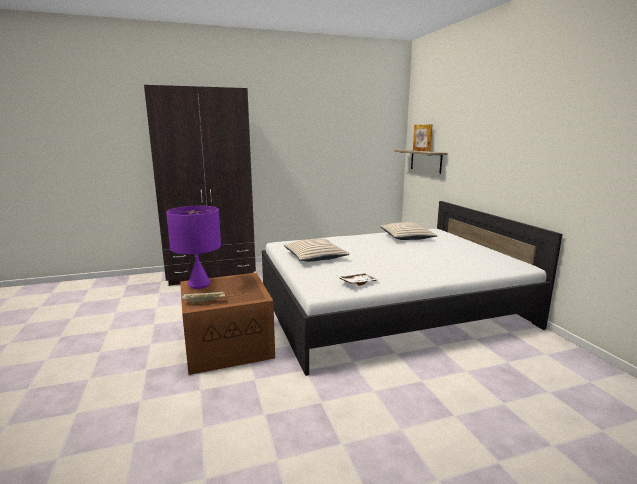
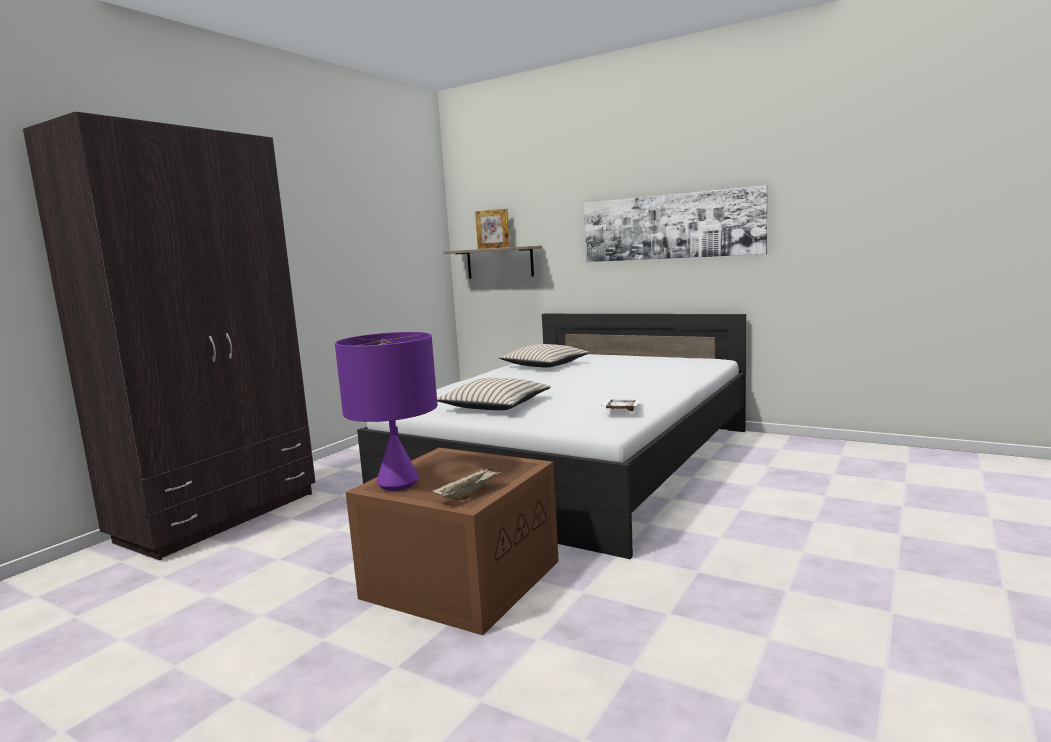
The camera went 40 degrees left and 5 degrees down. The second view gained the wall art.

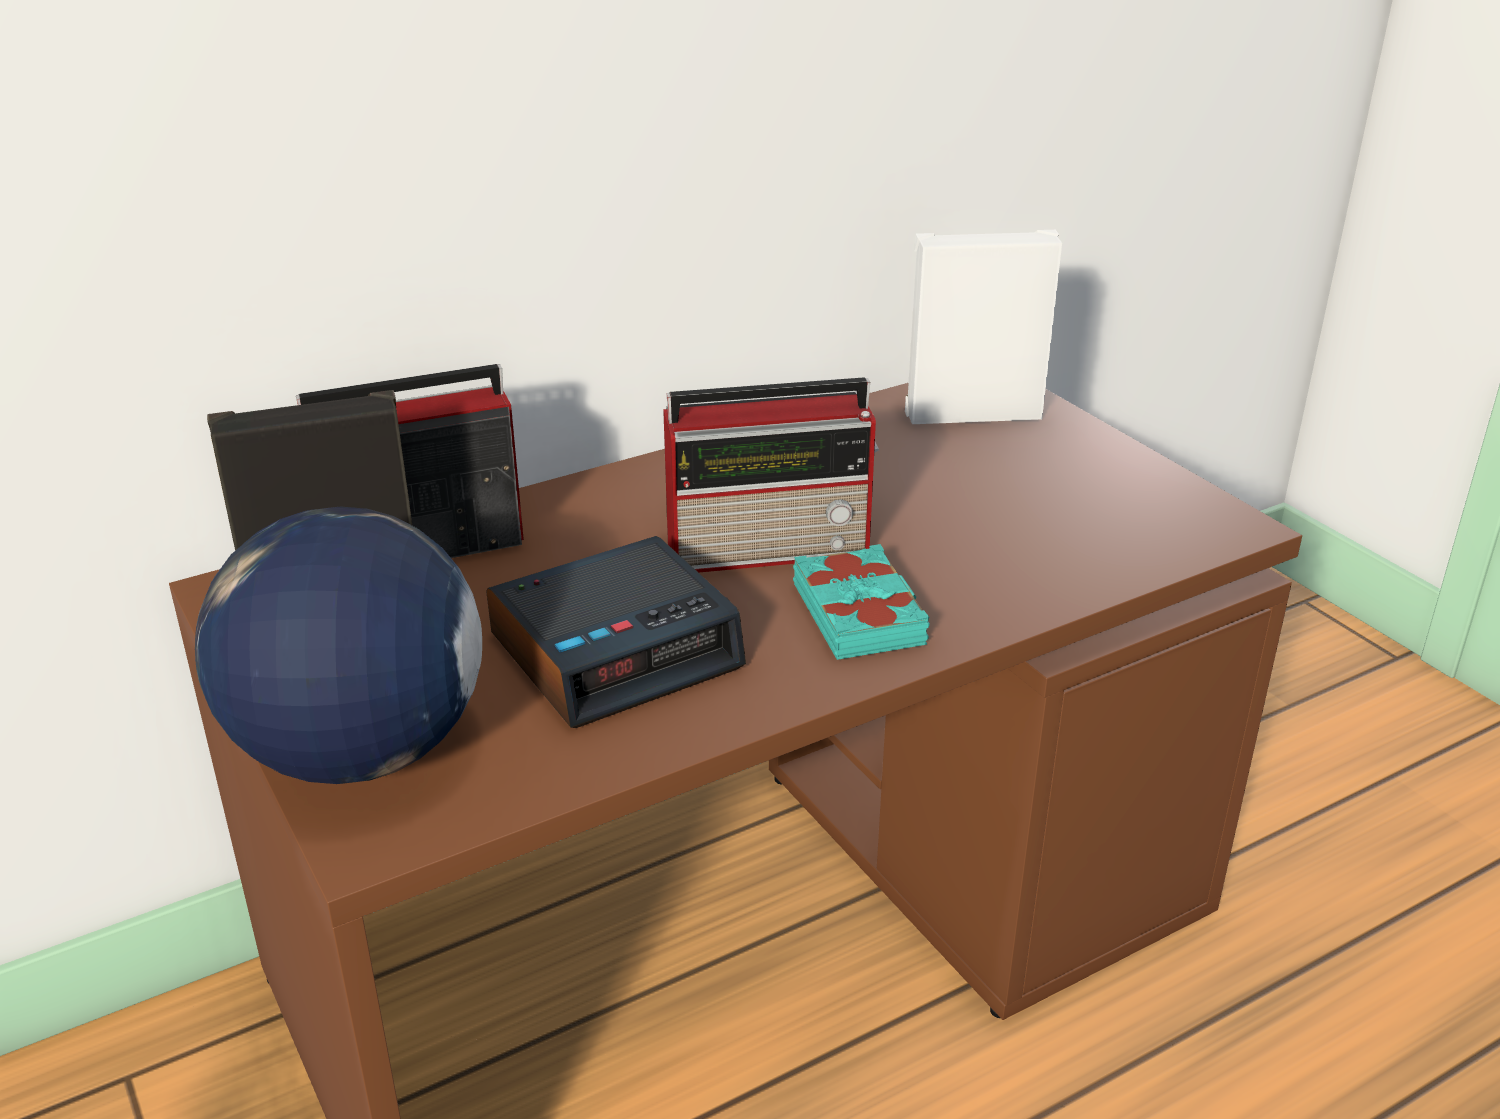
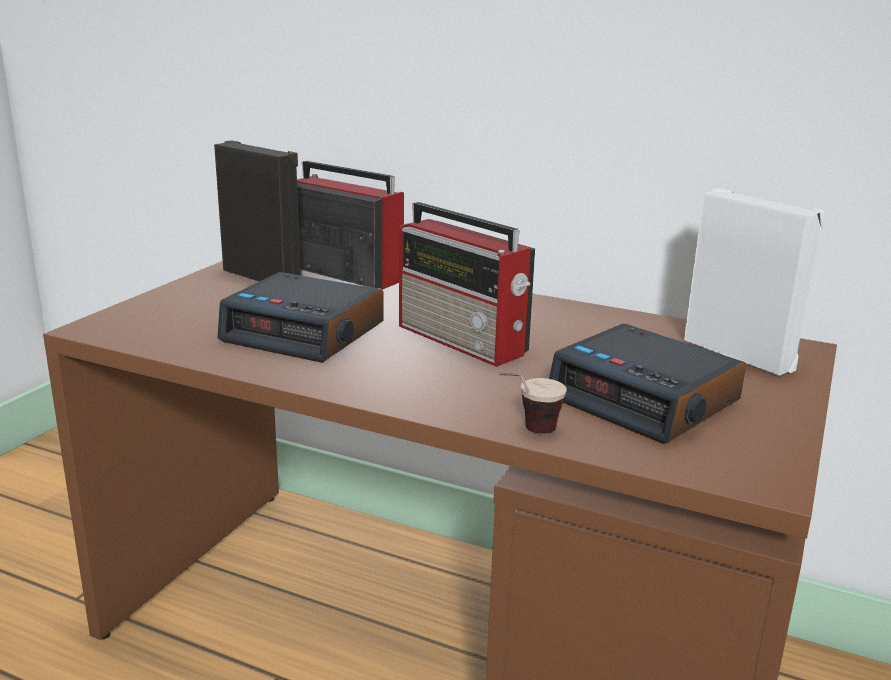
The camera went 55 degrees right and 10 degrees down. The second view lost the globe. The second view lost the turquoise-coloured volume. The second view gained the table clock (no. 2 from left). The second view gained the small cup.

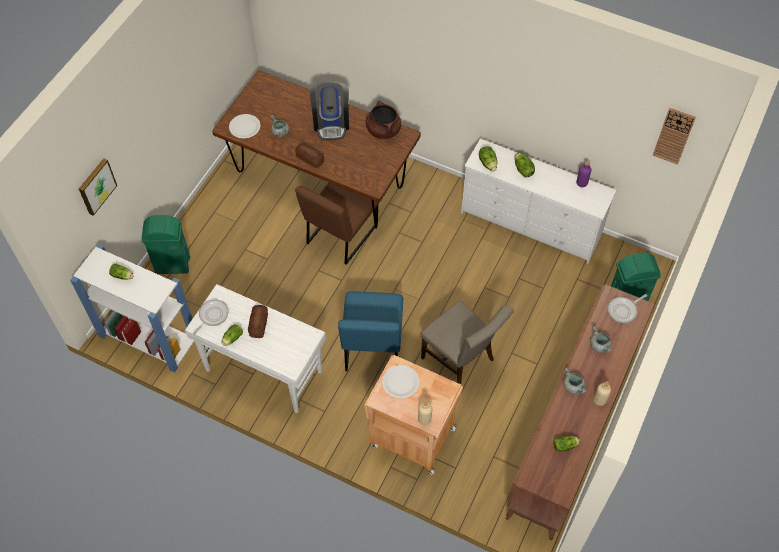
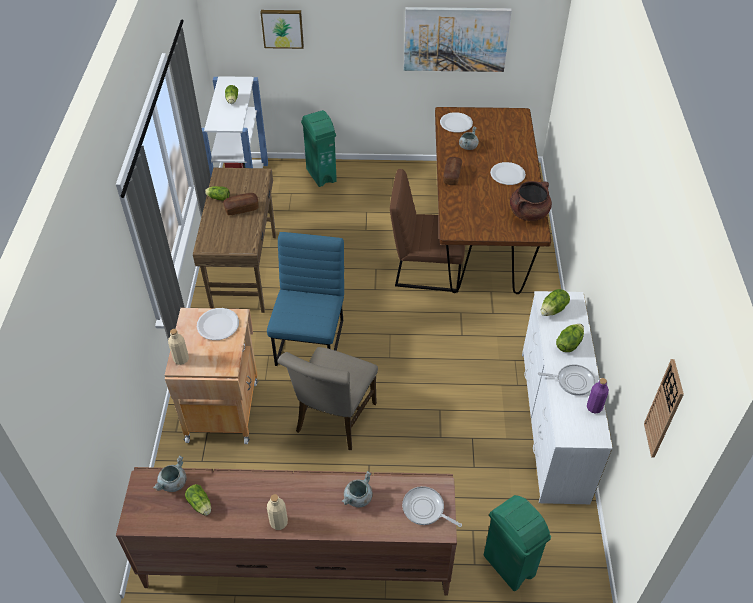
The camera went 65 degrees right and 10 degrees down. Where the coffee maker stood, the whitish flat dish (no. 3 from left) came to stand. What was the whitish console table turned into the brown console table. The bluish plain chair ended up facing another way, 120 degrees clockwise from before. The skillet (no. 1 from left in the first image) ended up elsewhere. The greyish saucepot (no. 2 from left in the first image) ended up elsewhere. The second view gained the wall art (no. 2 from left).

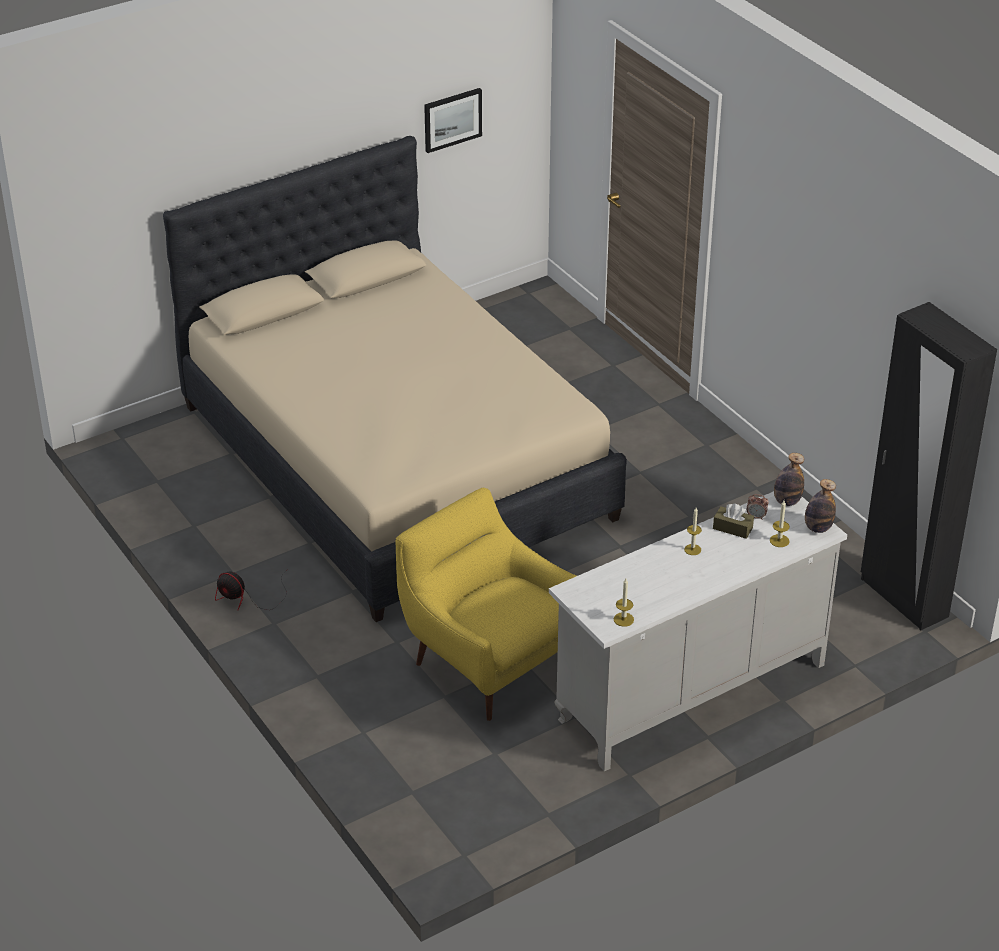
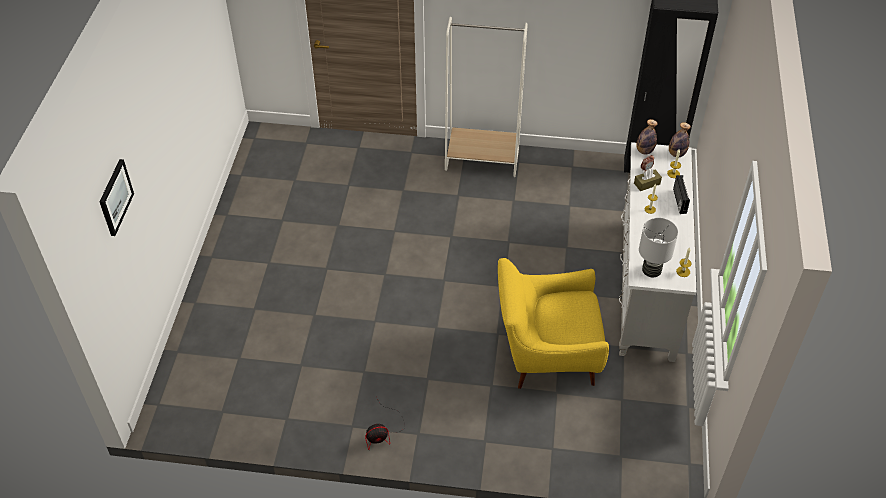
The camera went 50 degrees left and 10 degrees up. The wall art ended up elsewhere. The second view lost the sand-coloured bedroom bed. The second view gained the clothes rack. The second view gained the radio set. The second view gained the greyish tabletop lamp.

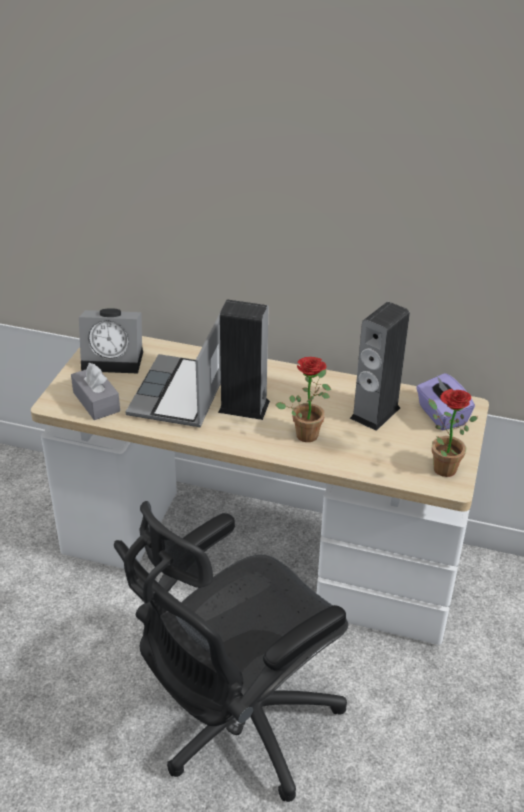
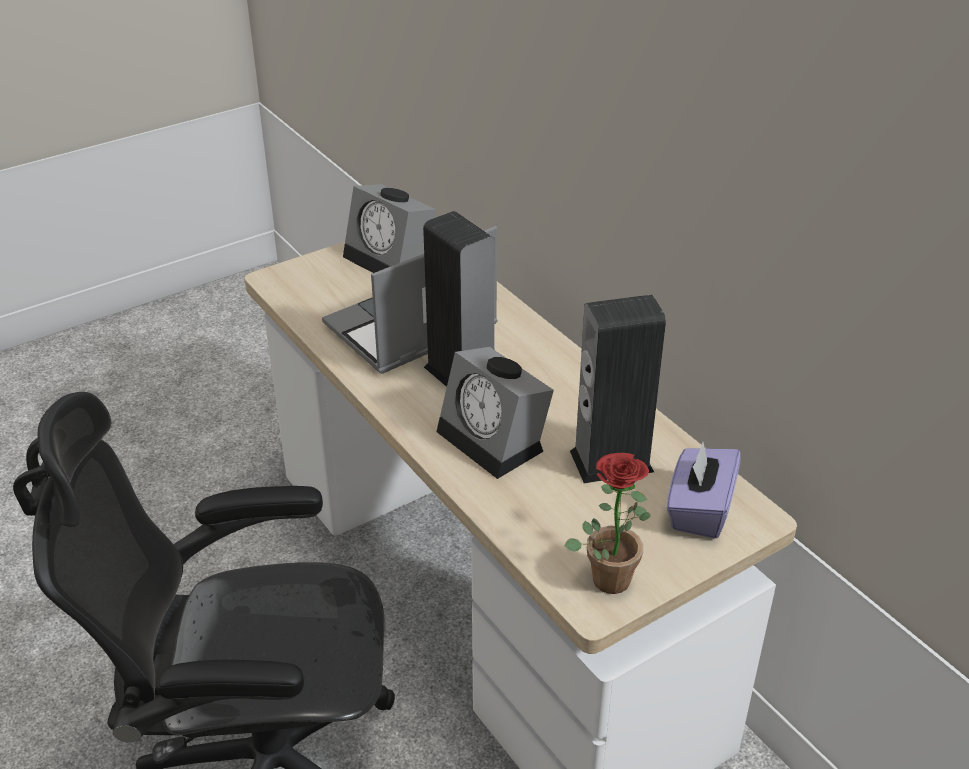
The camera went 40 degrees right and 0 degrees up. Where the plant in a pot (no. 1 from left) stood, the table clock (no. 2 from left) came to stand. The second view lost the greyish tissue holder.

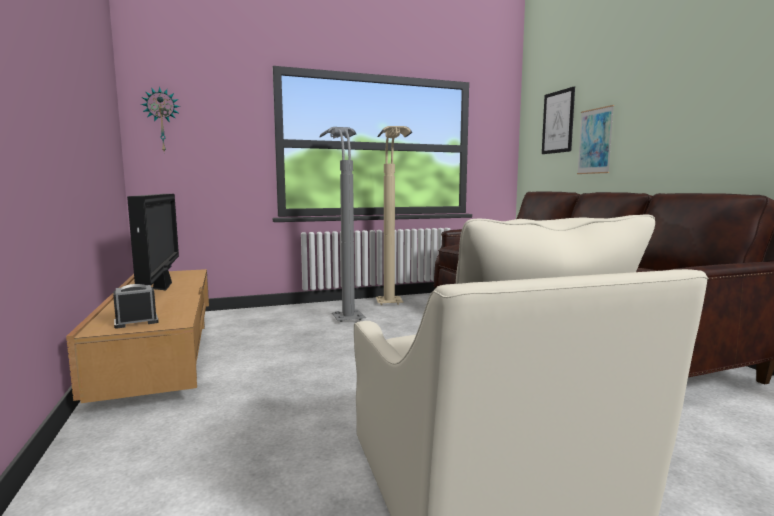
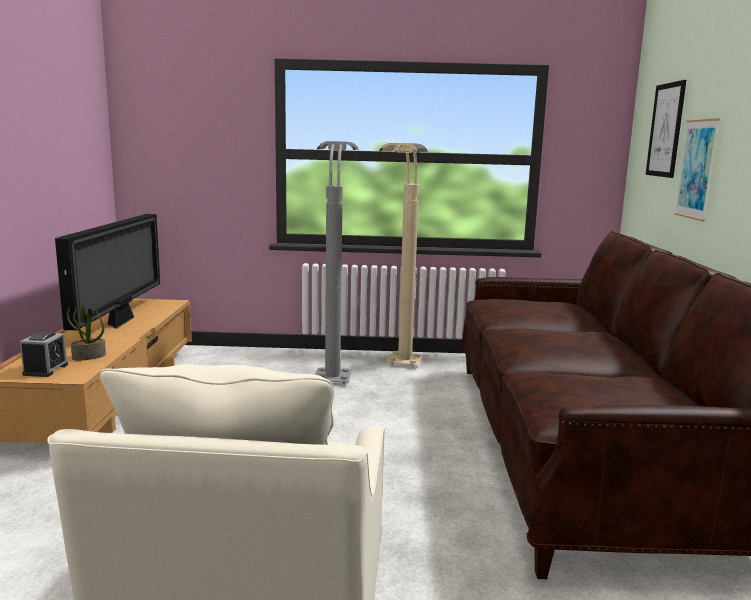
The camera went 20 degrees right and 5 degrees up. The second view lost the hanging clock. The table clock ended up facing another way, 105 degrees clockwise from before. The second view gained the plant in a pot.

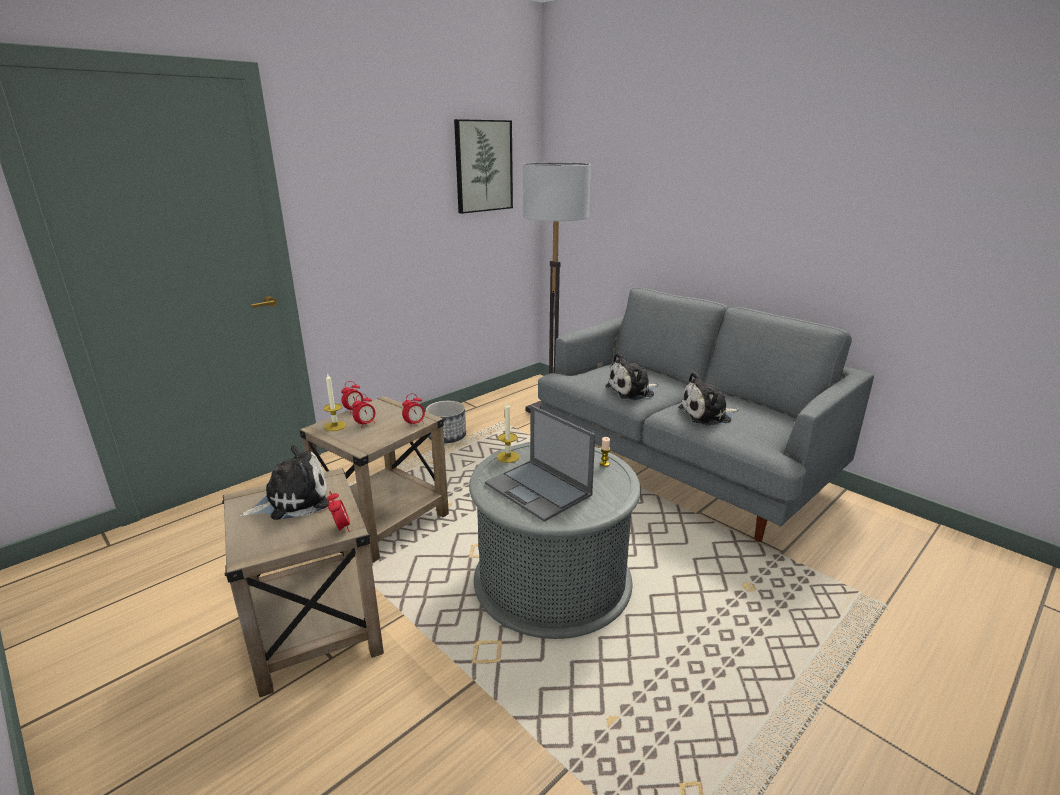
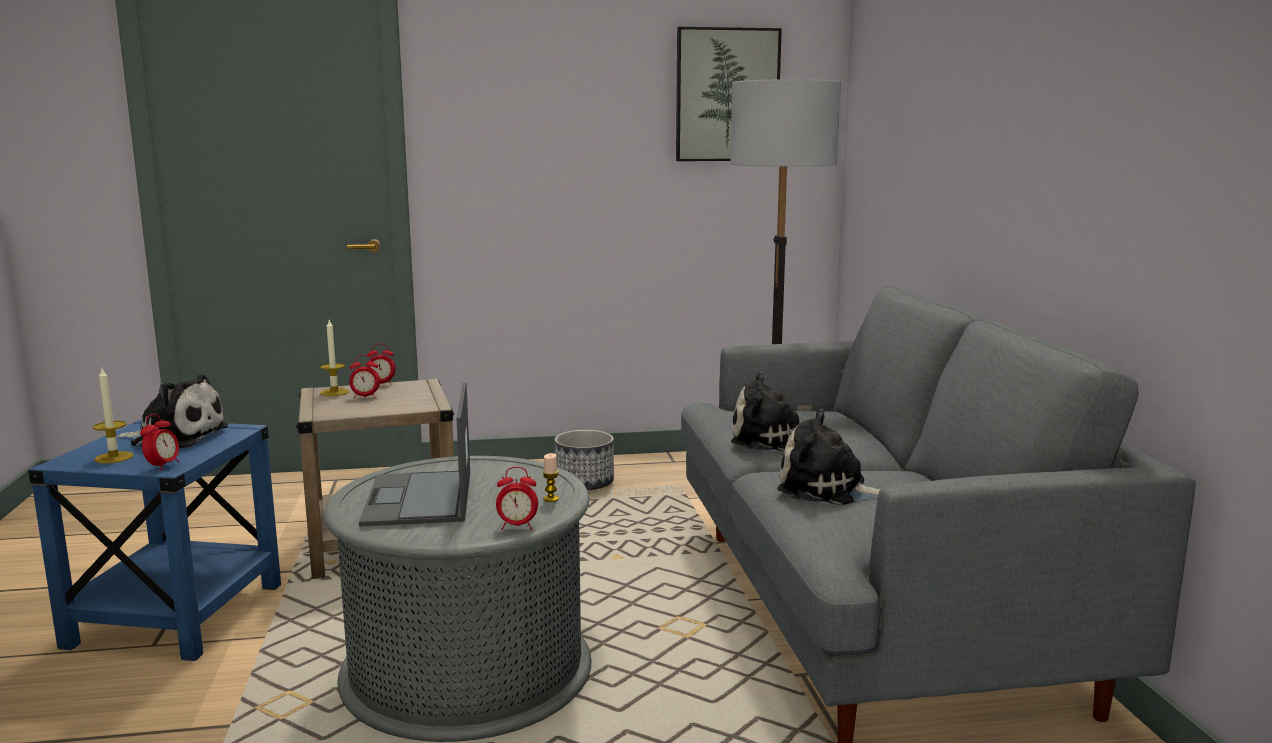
The camera went 35 degrees right and 10 degrees down. The table clock (no. 4 from left) ended up elsewhere. The wax light (no. 2 from left in the first image) ended up elsewhere. What was the sand-coloured end table (no. 1 from left) turned into the bluish end table.

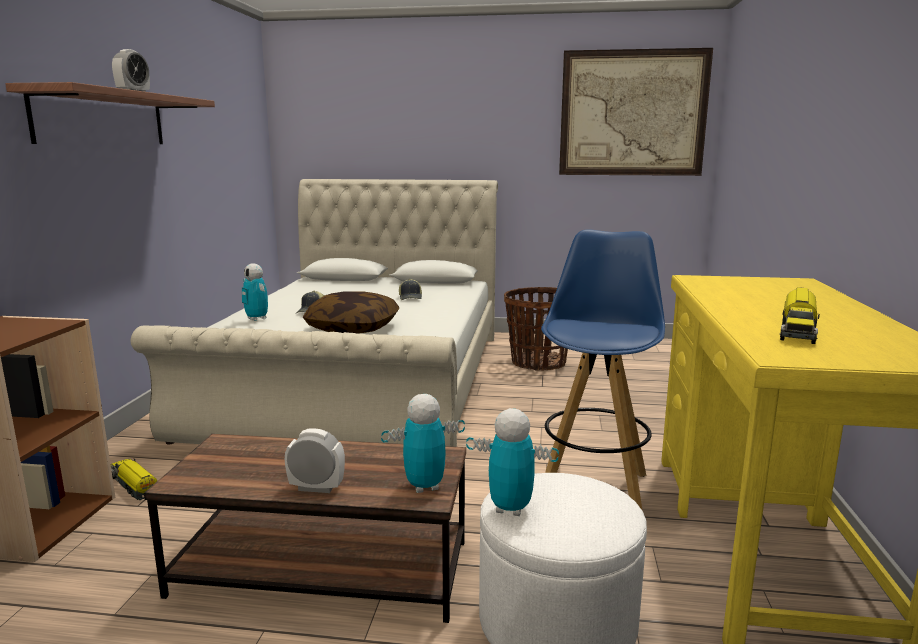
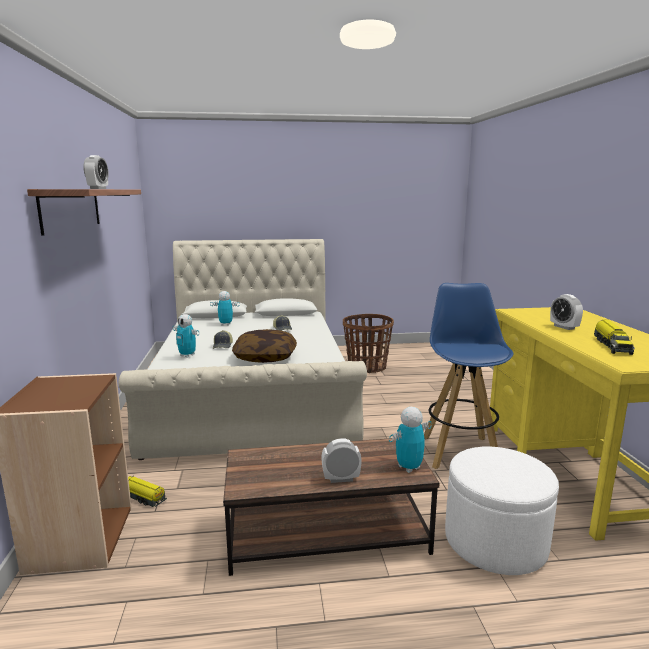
The camera went 15 degrees left and 0 degrees up. The second view lost the wall art. The model robot (no. 3 from left in the first image) ended up elsewhere. The second view gained the table clock (no. 3 from left).

